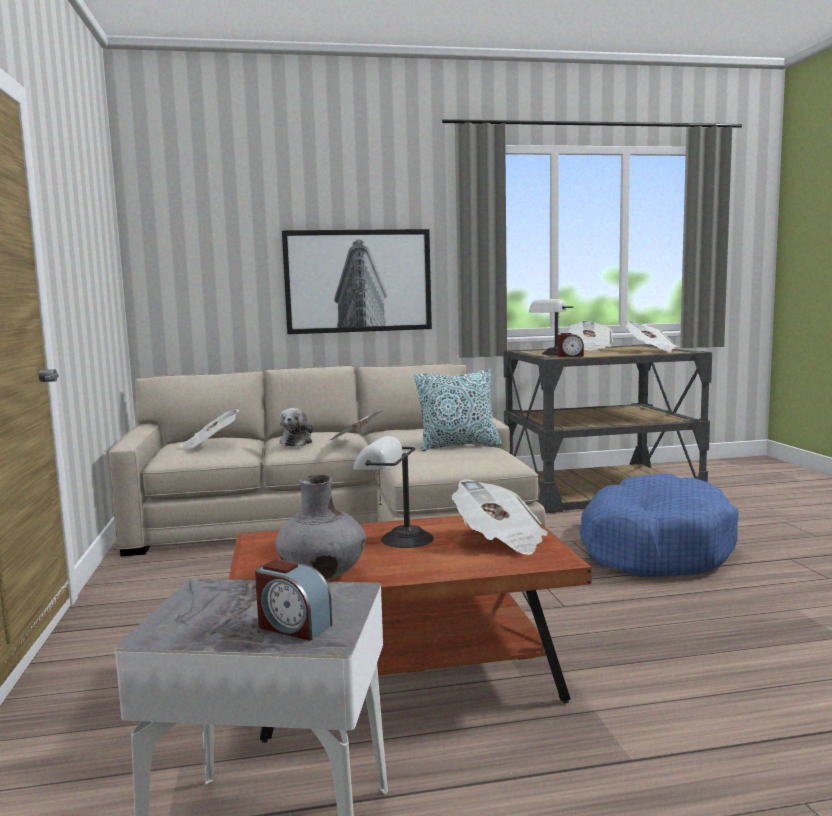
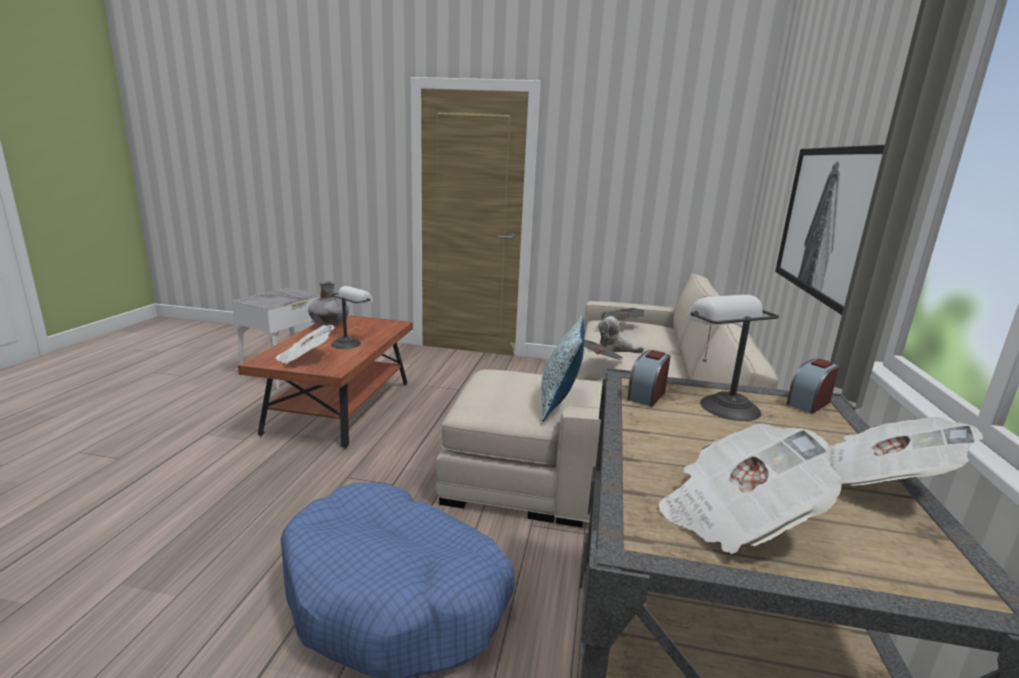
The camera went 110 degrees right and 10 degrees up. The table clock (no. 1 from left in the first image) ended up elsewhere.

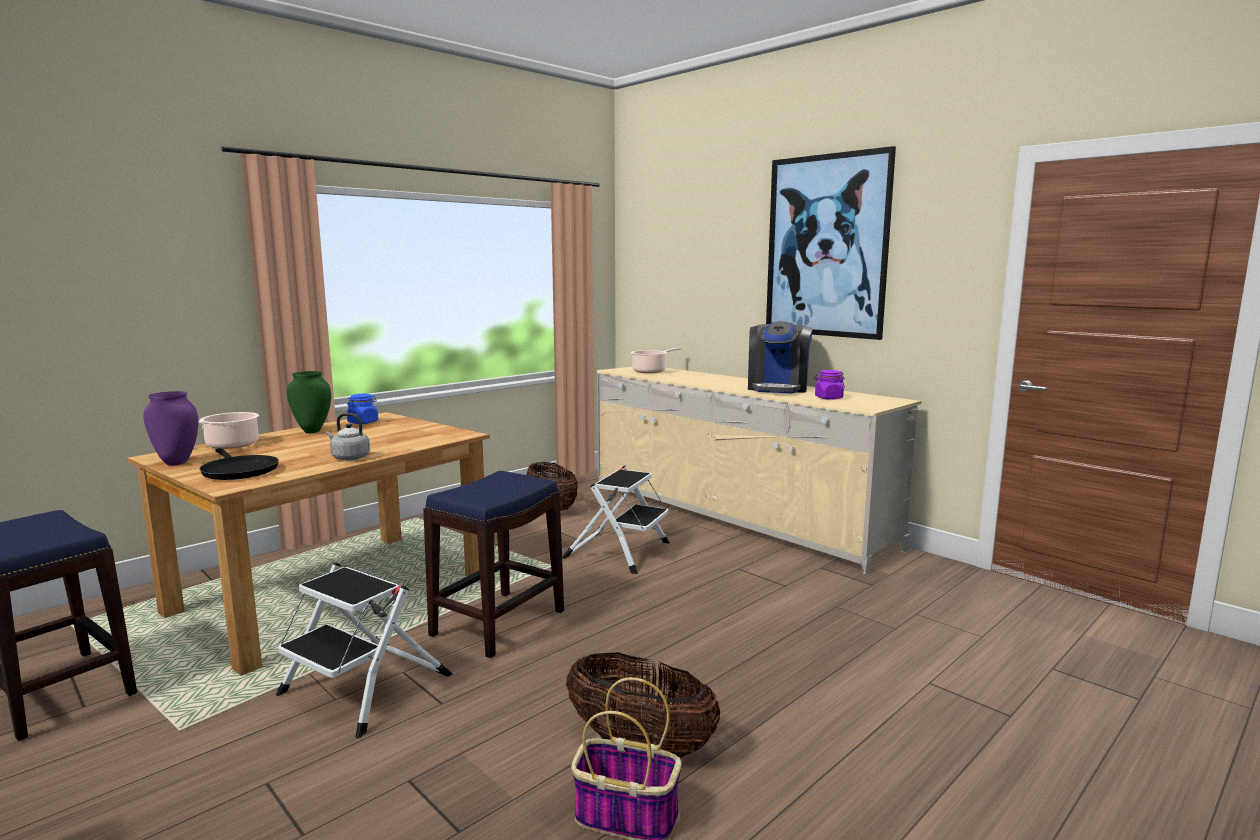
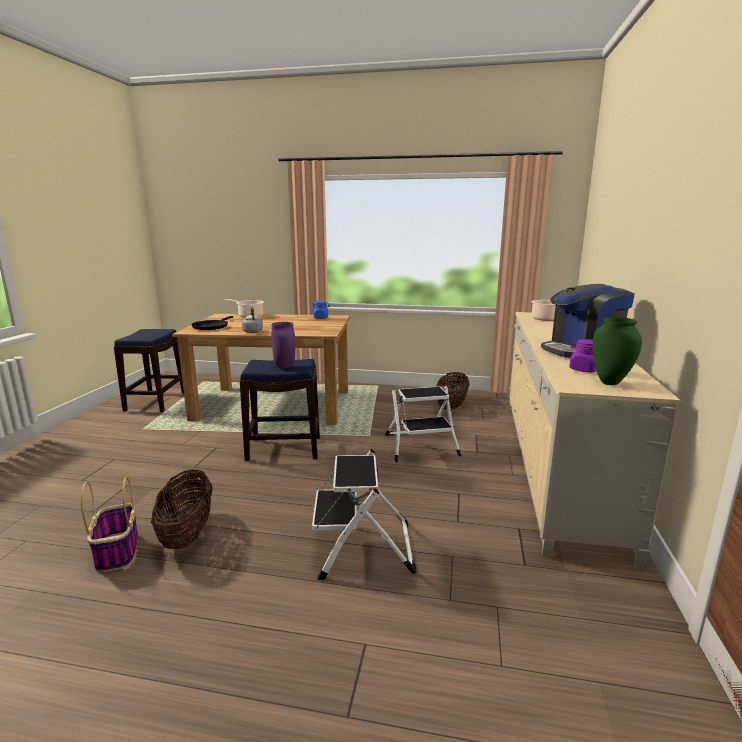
The camera went 55 degrees right and 5 degrees up. The second view lost the wall art. The green-coloured flower vase ended up elsewhere. The purple flower vase ended up elsewhere. The step ladder (no. 1 from left) ended up elsewhere.

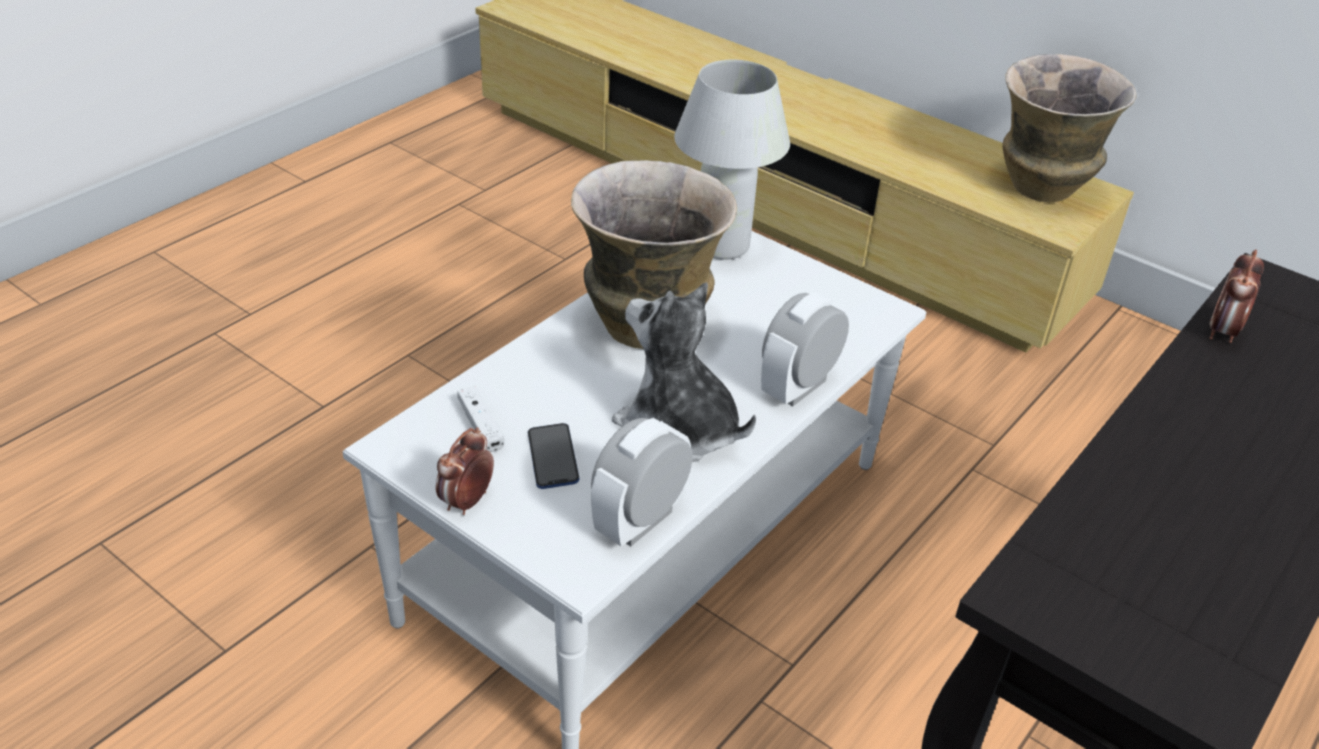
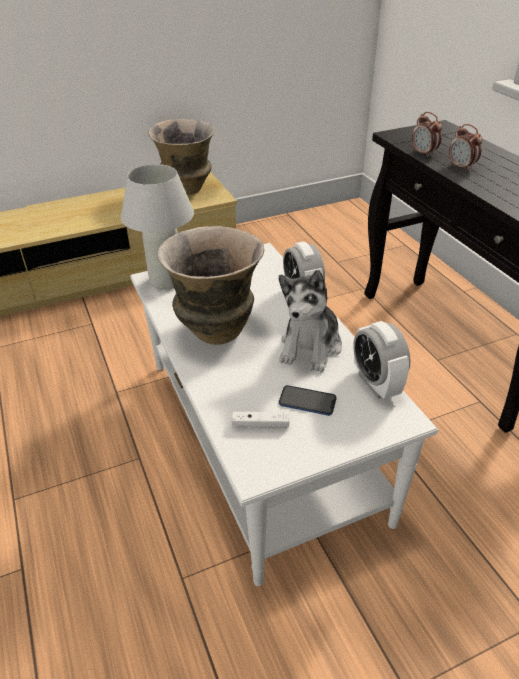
The camera went 60 degrees left and 0 degrees up. The soft toy ended up facing another way, 45 degrees counterclockwise from before. The table clock (no. 1 from left in the first image) ended up elsewhere.

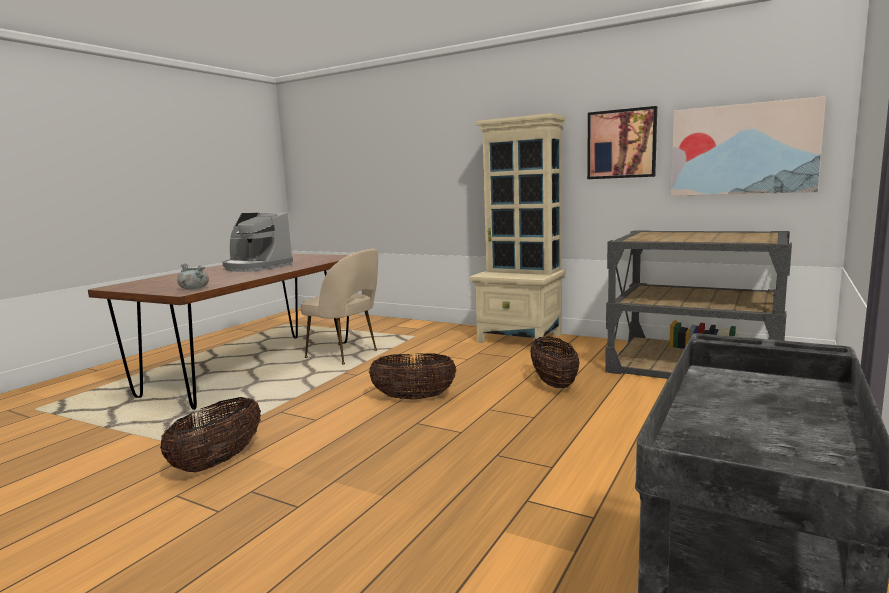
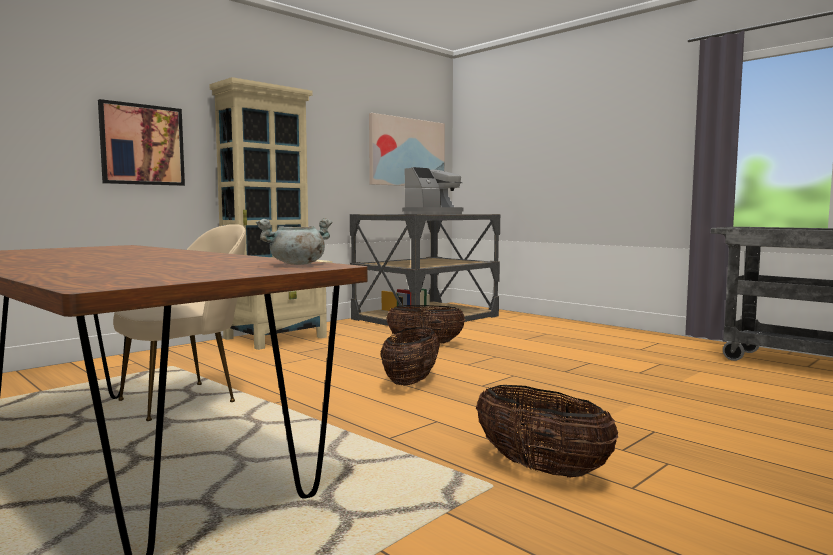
The camera went 75 degrees left and 5 degrees down. The wall art (no. 1 from left) ended up elsewhere. The coffee maker ended up elsewhere.

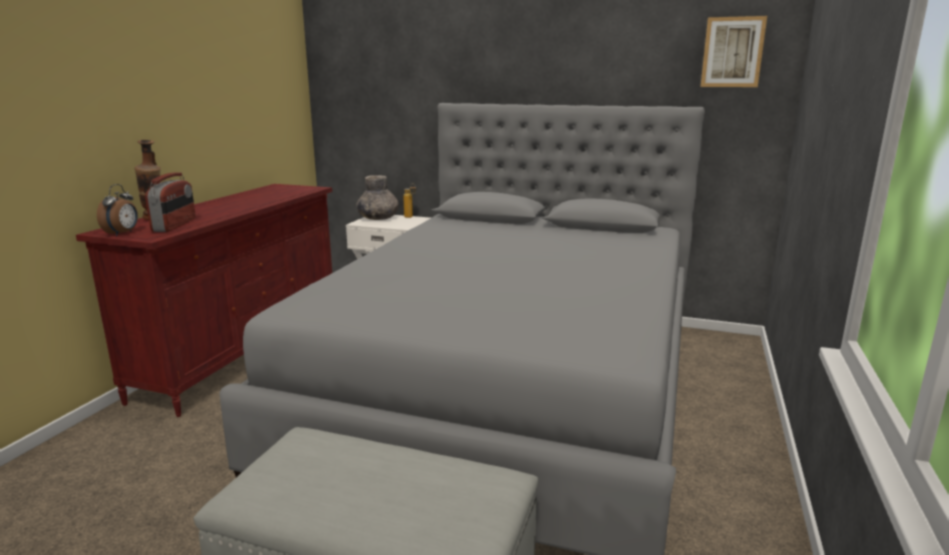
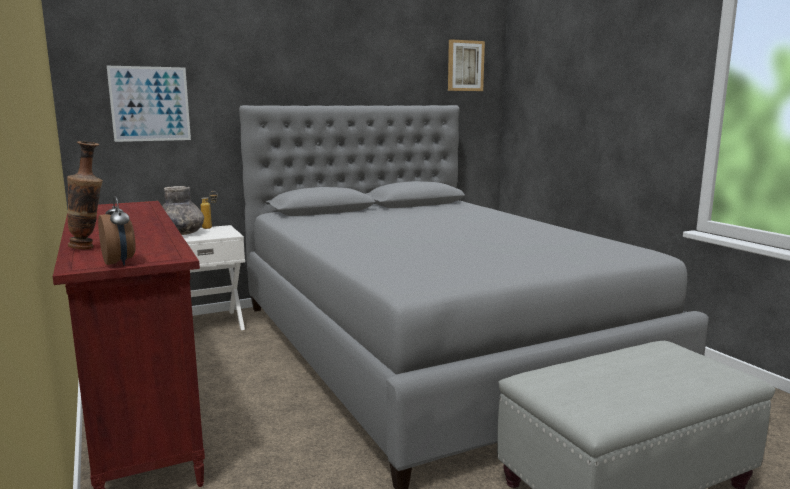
The camera went 45 degrees left and 5 degrees down. The second view lost the radio set. The second view gained the wall art (no. 1 from left).

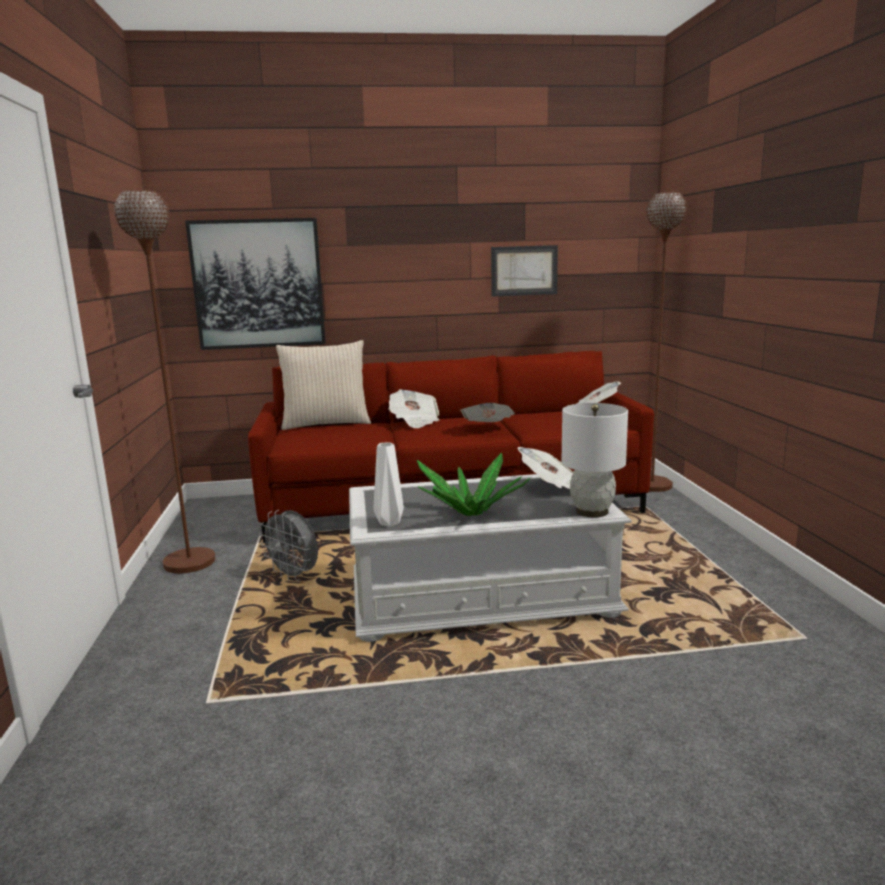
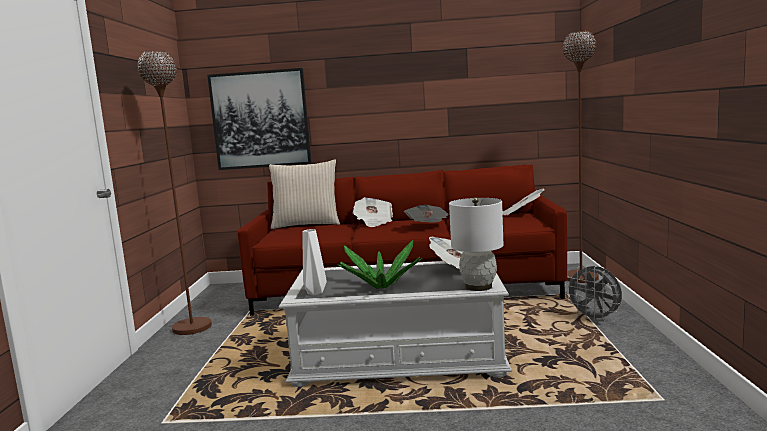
The camera went 10 degrees right and 5 degrees down. The second view lost the wall art (no. 2 from left). The greyish fan ended up elsewhere.

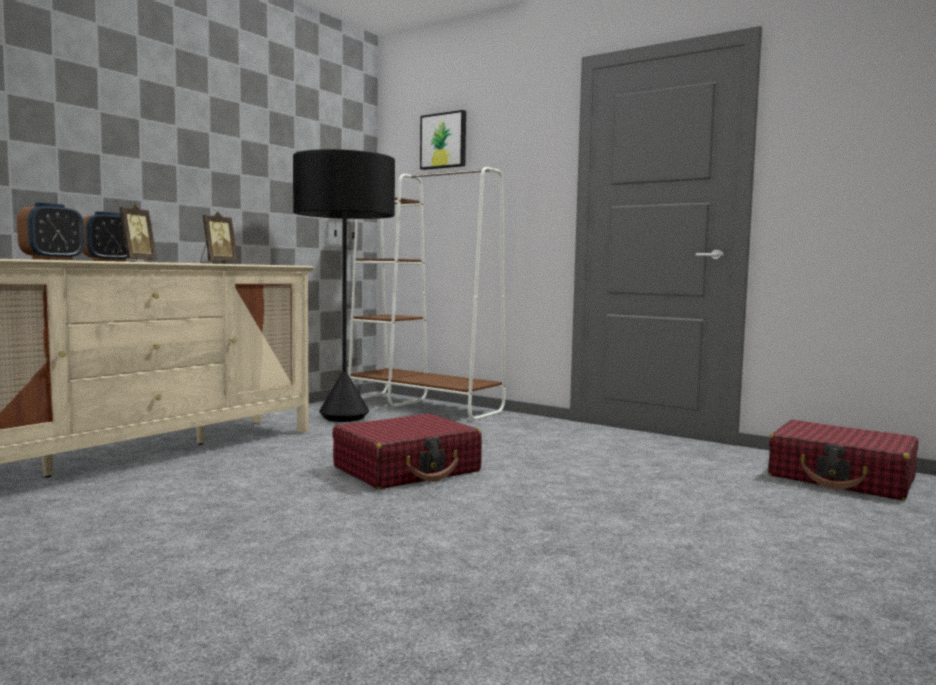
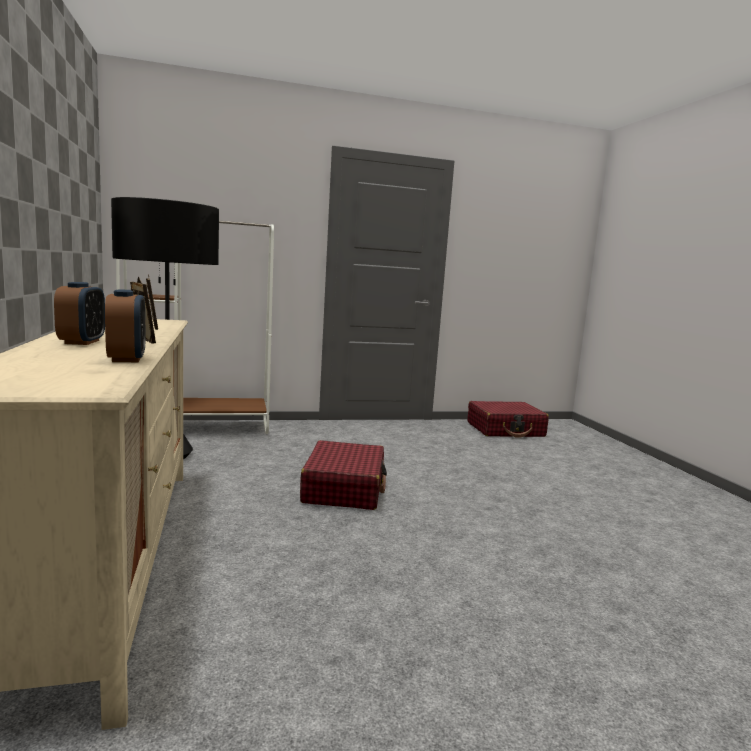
The camera went 50 degrees left and 5 degrees up. The second view lost the wall art.

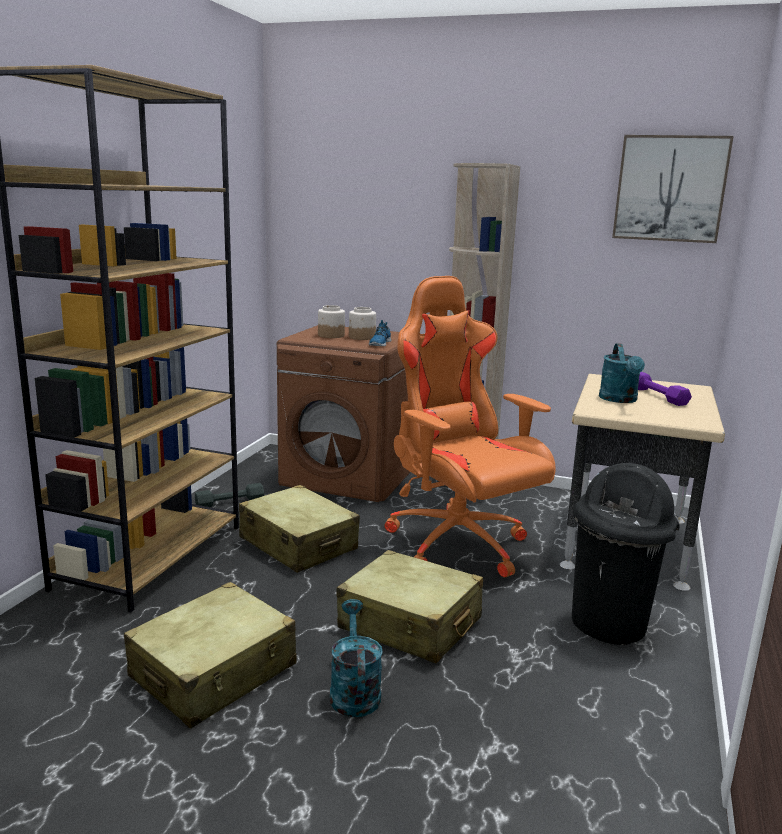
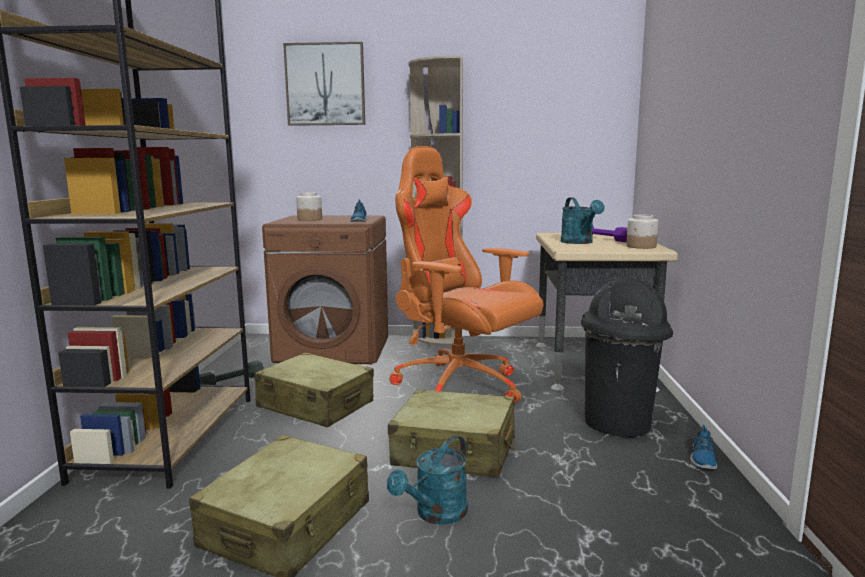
The camera went 15 degrees left and 5 degrees down. The wall art ended up elsewhere. The preserve jar (no. 2 from left) ended up elsewhere. The turquoise-coloured watering can (no. 1 from left) ended up facing another way, 120 degrees counterclockwise from before. The second view gained the item of footwear (no. 2 from left).

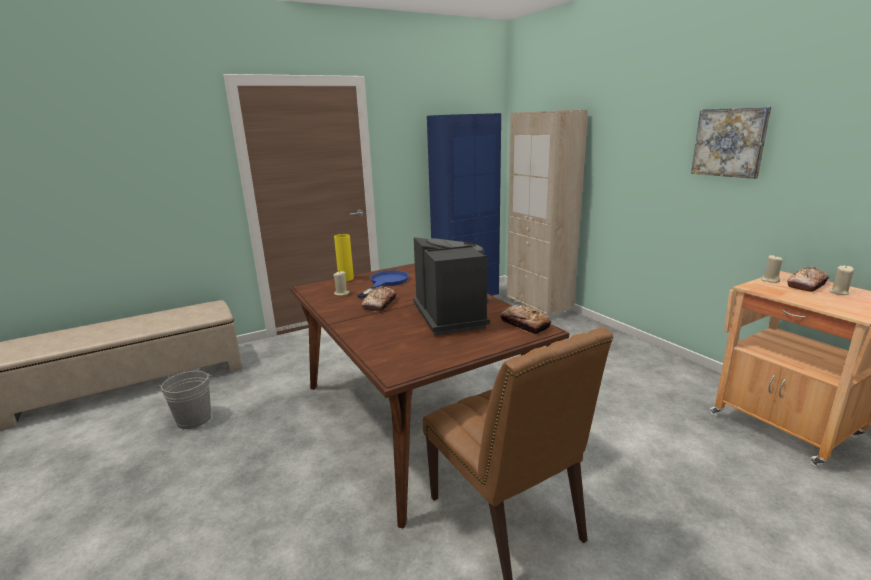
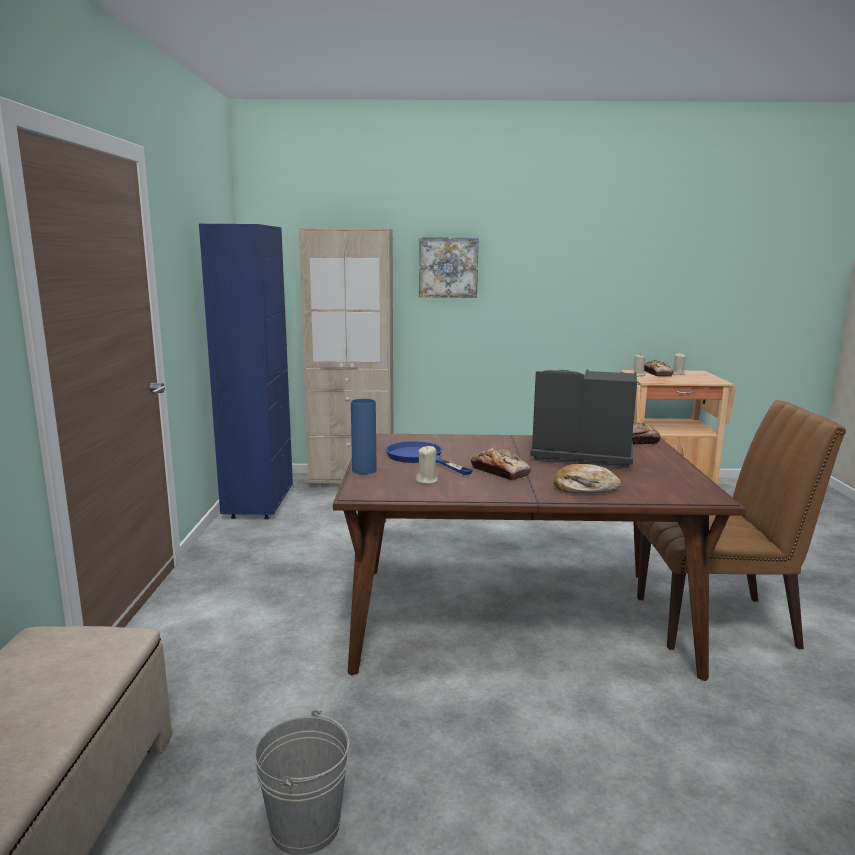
The camera went 60 degrees left and 5 degrees down. The wall art ended up elsewhere. What was the yellow-coloured flower vase turned into the bluish flower vase. The second view gained the baked bread (no. 2 from left).

